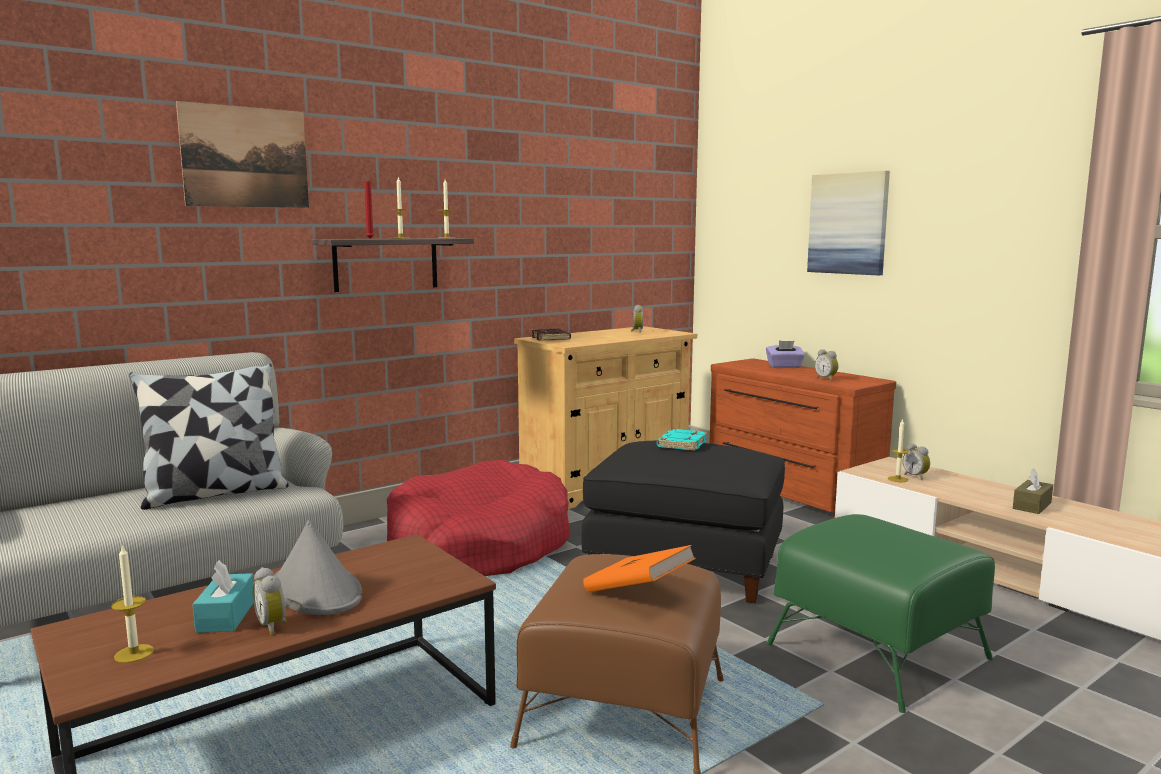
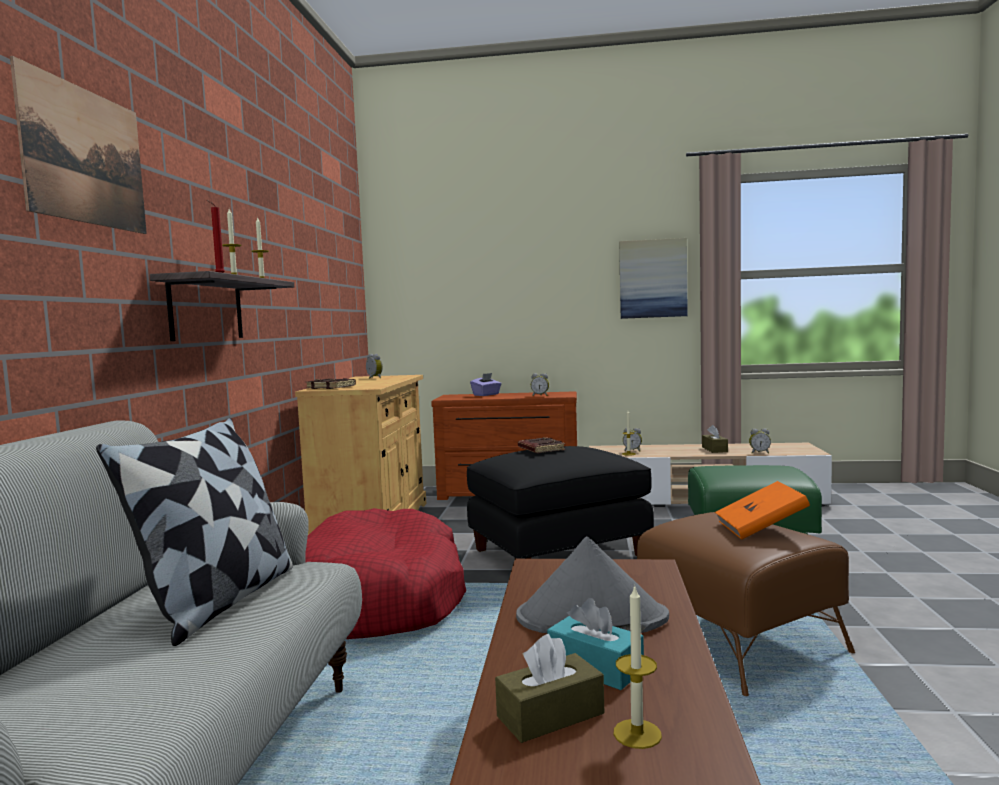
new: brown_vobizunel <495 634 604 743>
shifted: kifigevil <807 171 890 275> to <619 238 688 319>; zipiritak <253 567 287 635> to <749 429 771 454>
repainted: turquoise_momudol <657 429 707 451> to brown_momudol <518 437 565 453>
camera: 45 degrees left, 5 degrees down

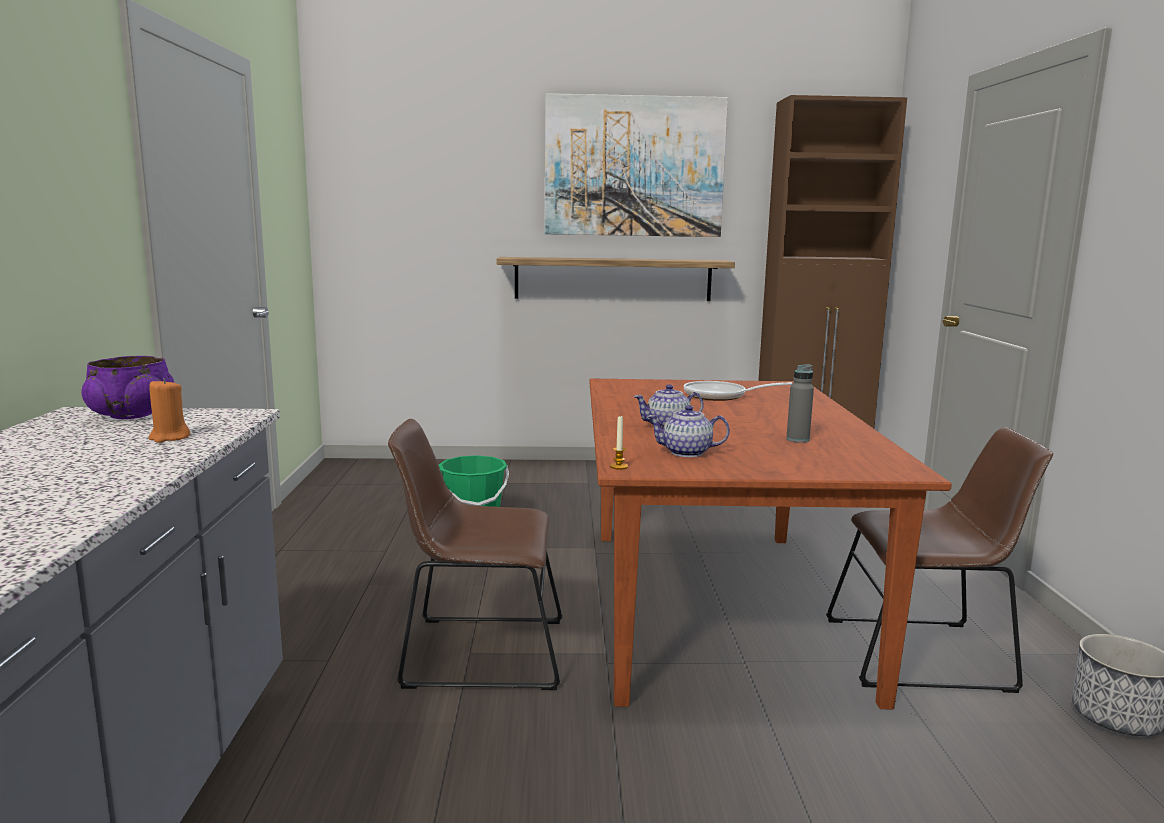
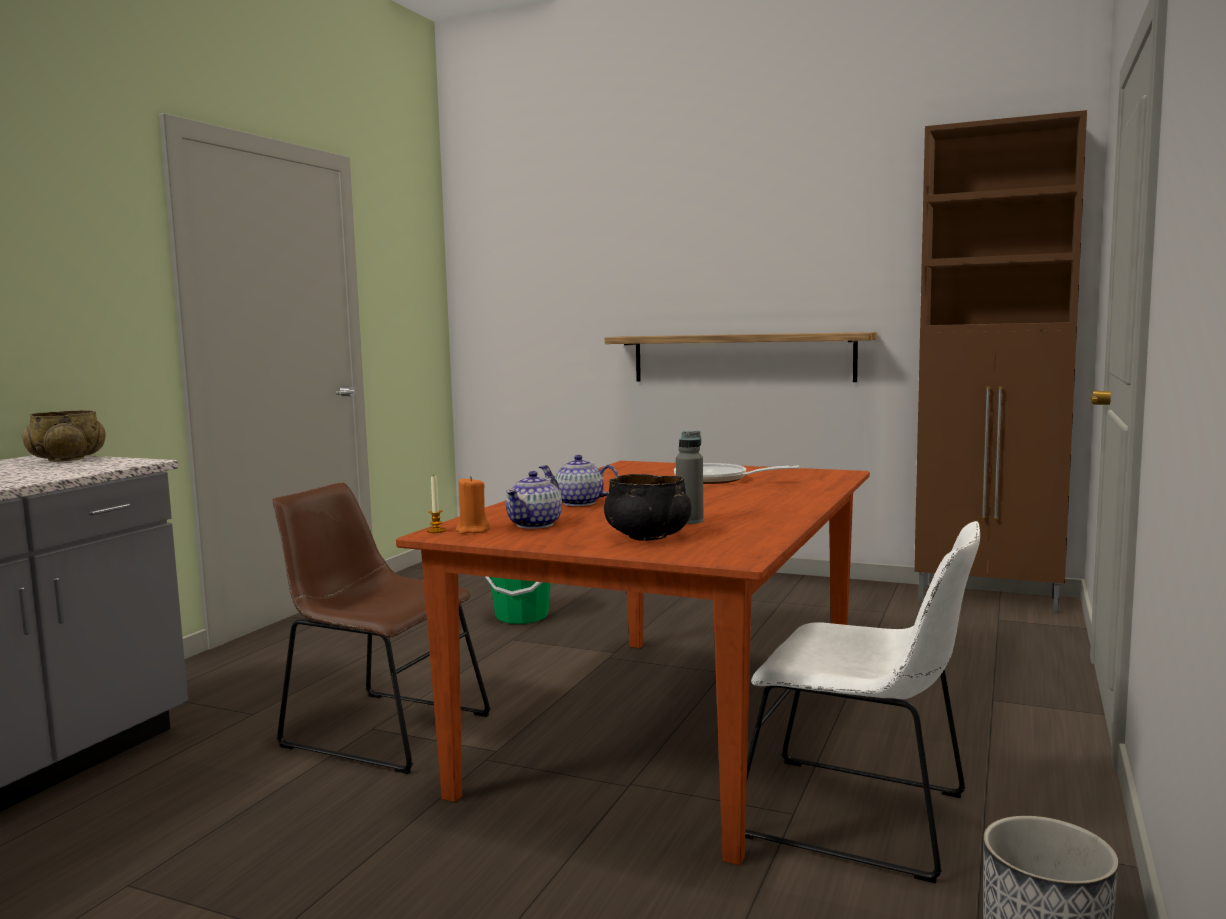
gone: kifigevil <545 93 728 237>
new: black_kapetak <604 474 692 541>
shifted: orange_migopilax <149 378 191 443> to <456 476 490 534>
repainted: purple_kapetak <81 356 174 419> to beige_kapetak <22 410 105 462>; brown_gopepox <826 427 1053 693> to white_gopepox <745 521 980 884>
rotated: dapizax <647 405 730 457> = <506 471 562 529> 90 degrees counterclockwise
camera: 25 degrees right, 5 degrees down

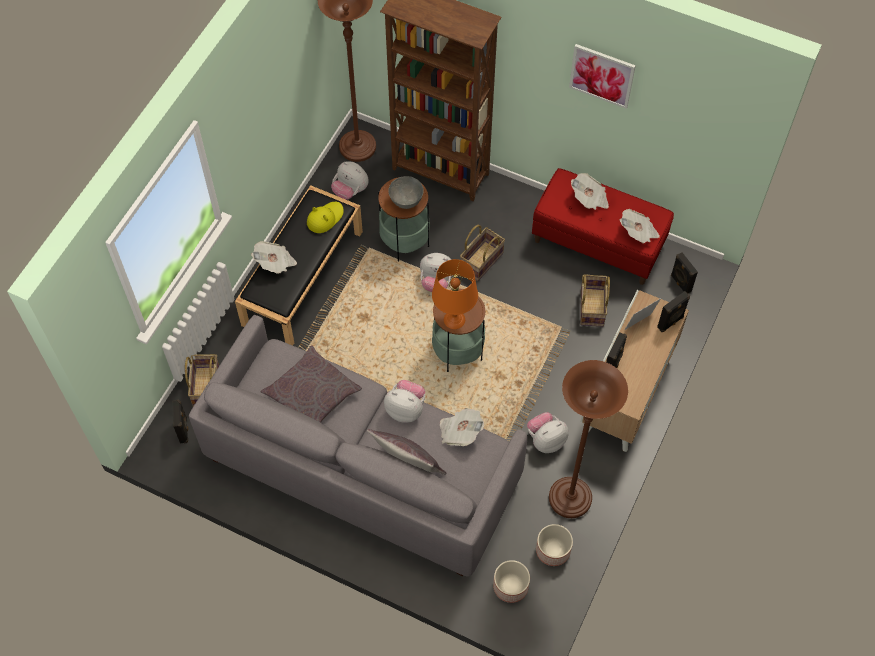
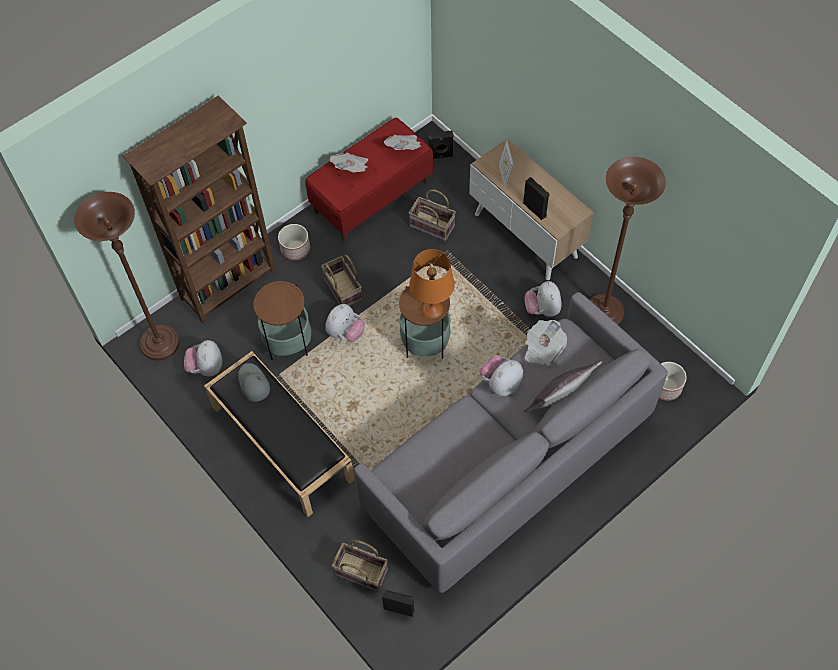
gone: kifigevil <569 44 636 109>; grey_kapetak <388 176 424 209>; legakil <251 241 297 274>; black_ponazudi <657 291 690 332>; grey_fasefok <260 345 362 423>
shifted: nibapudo <536 524 573 566> to <278 224 310 260>
repainted: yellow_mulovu <307 202 344 233> to grey_mulovu <238 363 270 402>
rotated: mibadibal <331 161 369 200> = <184 340 222 376> 120 degrees clockwise
camera: 65 degrees left, 0 degrees up

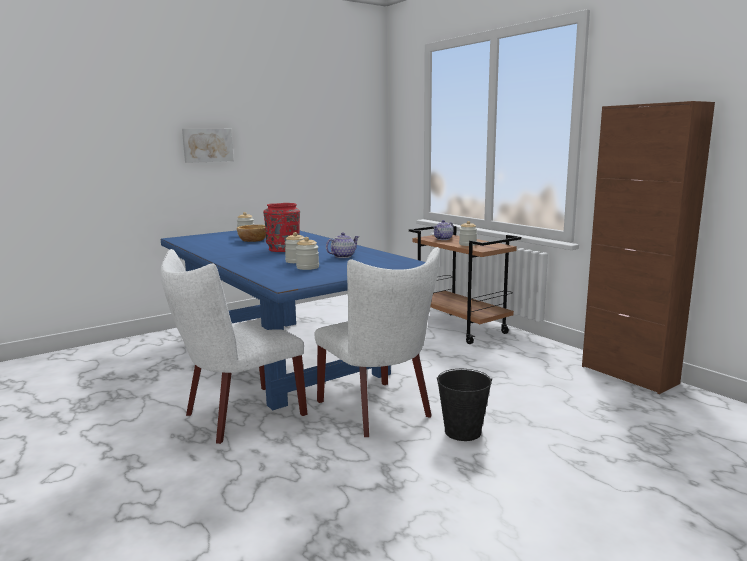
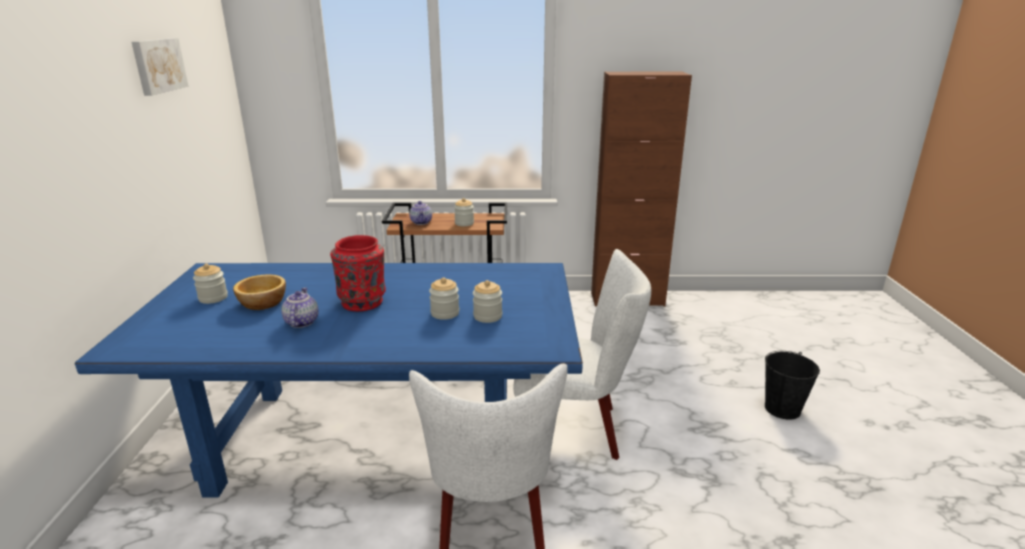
shifted: kifigevil <182 129 234 163> to <131 38 189 96>; dapizax <326 232 359 258> to <281 288 319 328>; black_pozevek <436 369 492 441> to <765 351 820 420>
camera: 55 degrees left, 10 degrees up

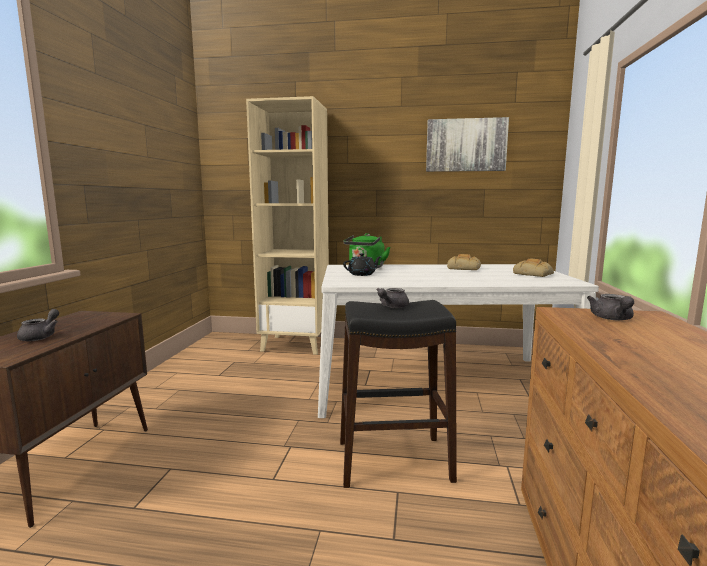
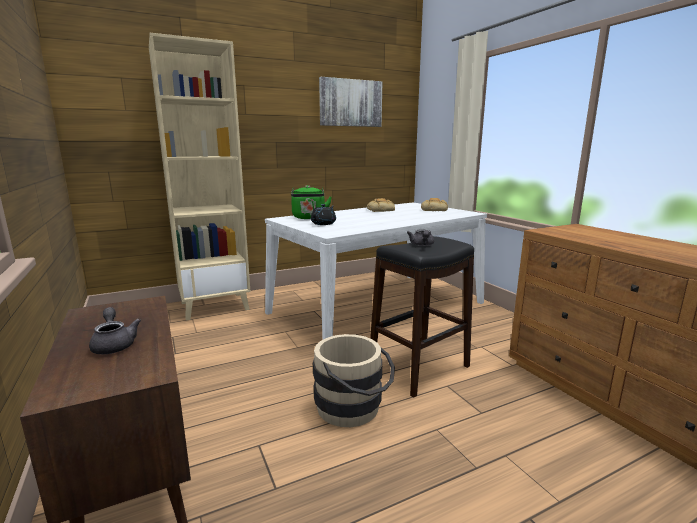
gone: grey_dapizax <587 294 634 320>
new: beige_pozevek <313 334 395 427>
camera: 35 degrees left, 5 degrees up

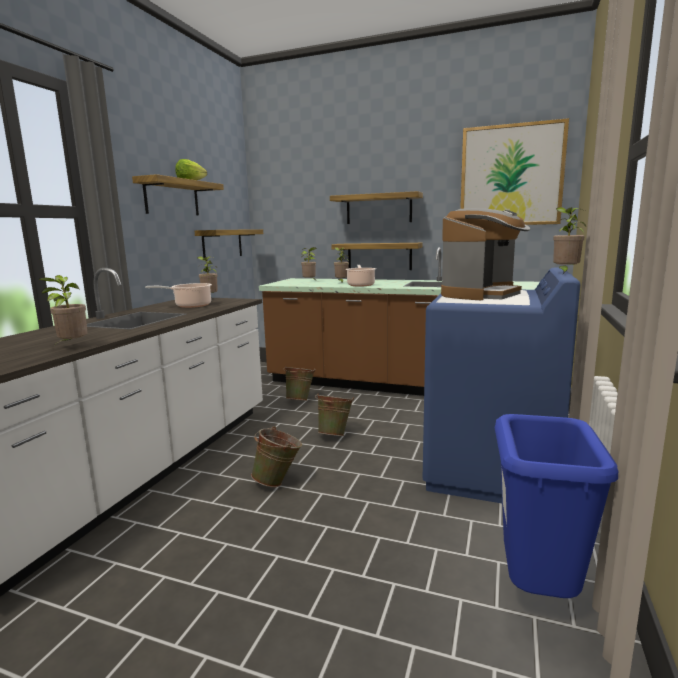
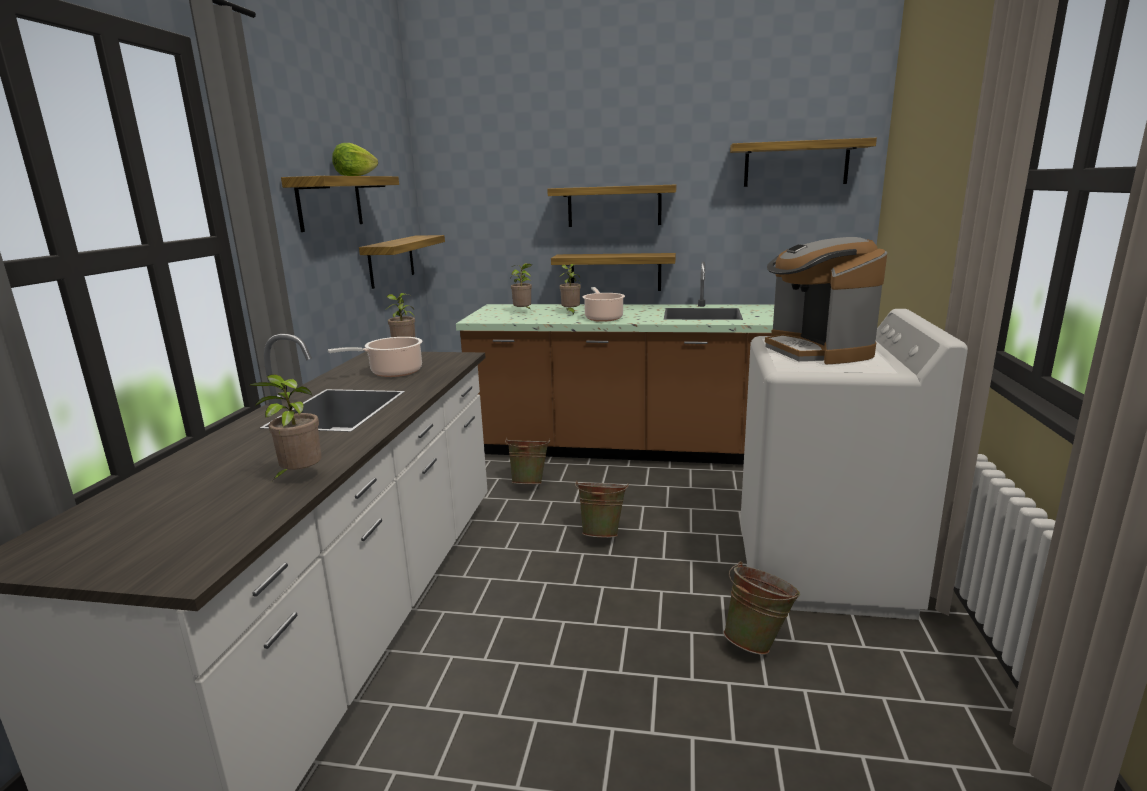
gone: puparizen <553 207 586 274>; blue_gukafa <495 414 618 598>
shifted: green_pozevek <251 426 302 487> to <723 561 800 655>
swapped: kifigevil <460 118 569 225> to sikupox <730 138 877 187>
repainted: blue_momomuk <423 268 580 503> to white_momomuk <740 309 968 620>
rotated: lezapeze <441 208 530 300> = <765 237 887 364> 135 degrees clockwise
camera: 10 degrees left, 5 degrees up

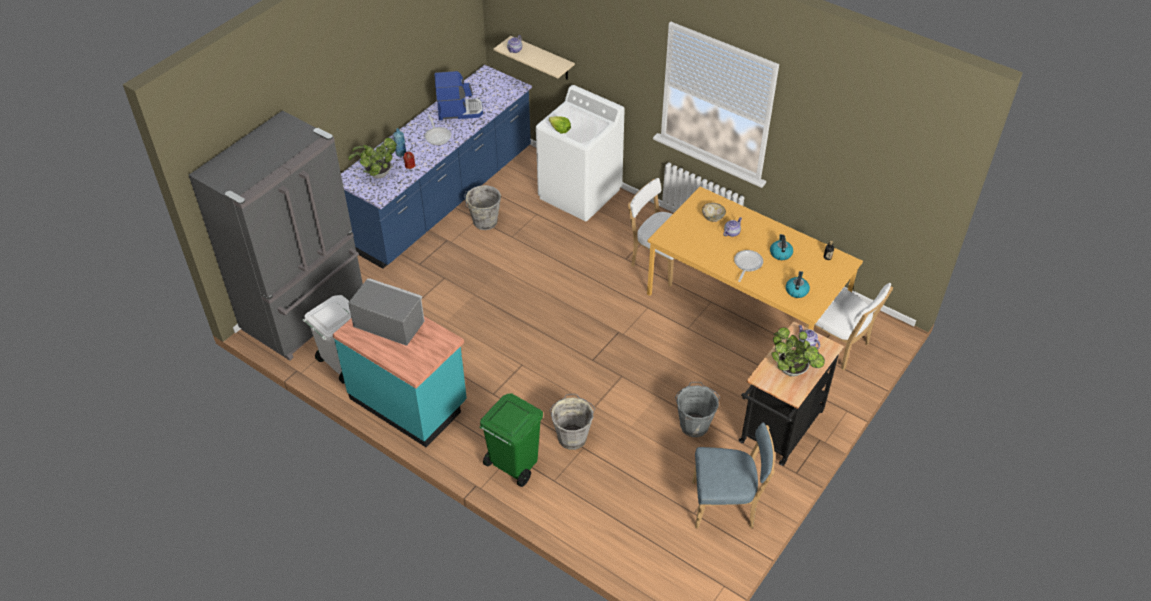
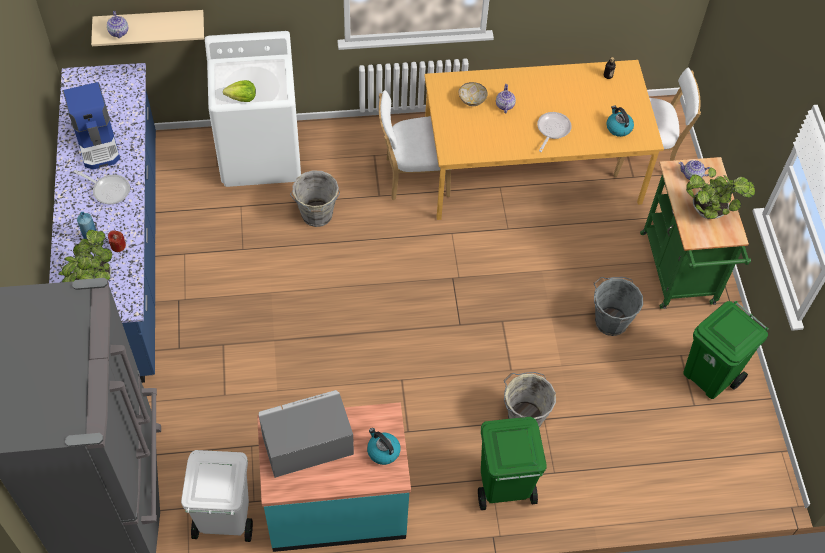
shifted: grey_pozevek <464 185 501 230> to <290 170 340 227>; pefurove <770 234 793 260> to <367 428 401 465>
swapped: blue_gopepox <692 422 775 528> to green_gukafa <683 301 769 399>
repainted: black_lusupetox <739 321 844 466> to green_lusupetox <640 157 751 309>
rotated: lezapeze <435 71 483 120> = <63 82 120 170> 120 degrees clockwise; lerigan <734 250 763 282> = <537 112 572 152> 45 degrees clockwise
camera: 45 degrees left, 10 degrees up

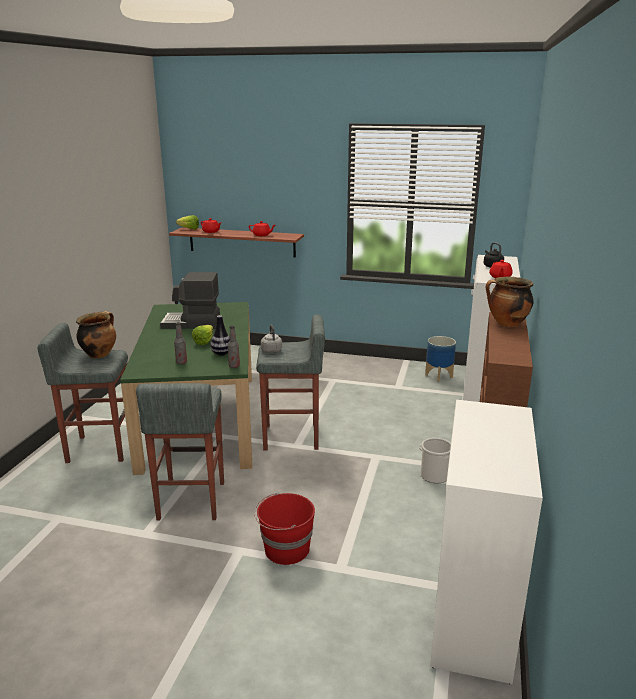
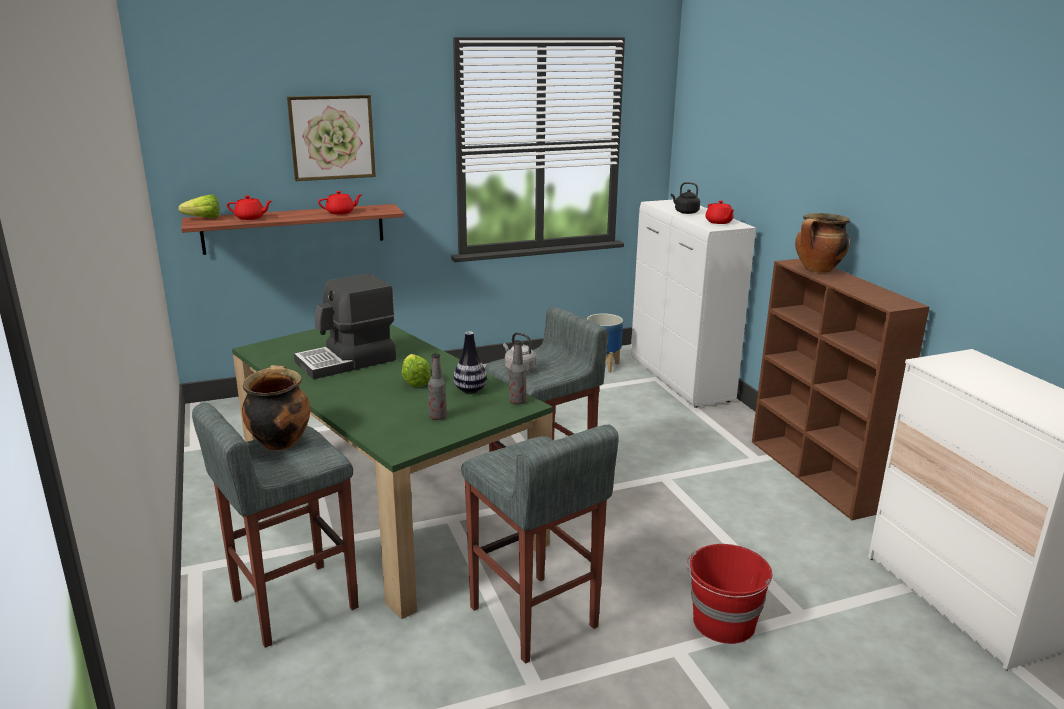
gone: pozevek <419 438 451 484>
new: kifigevil <287 95 376 181>
camera: 35 degrees left, 0 degrees up

